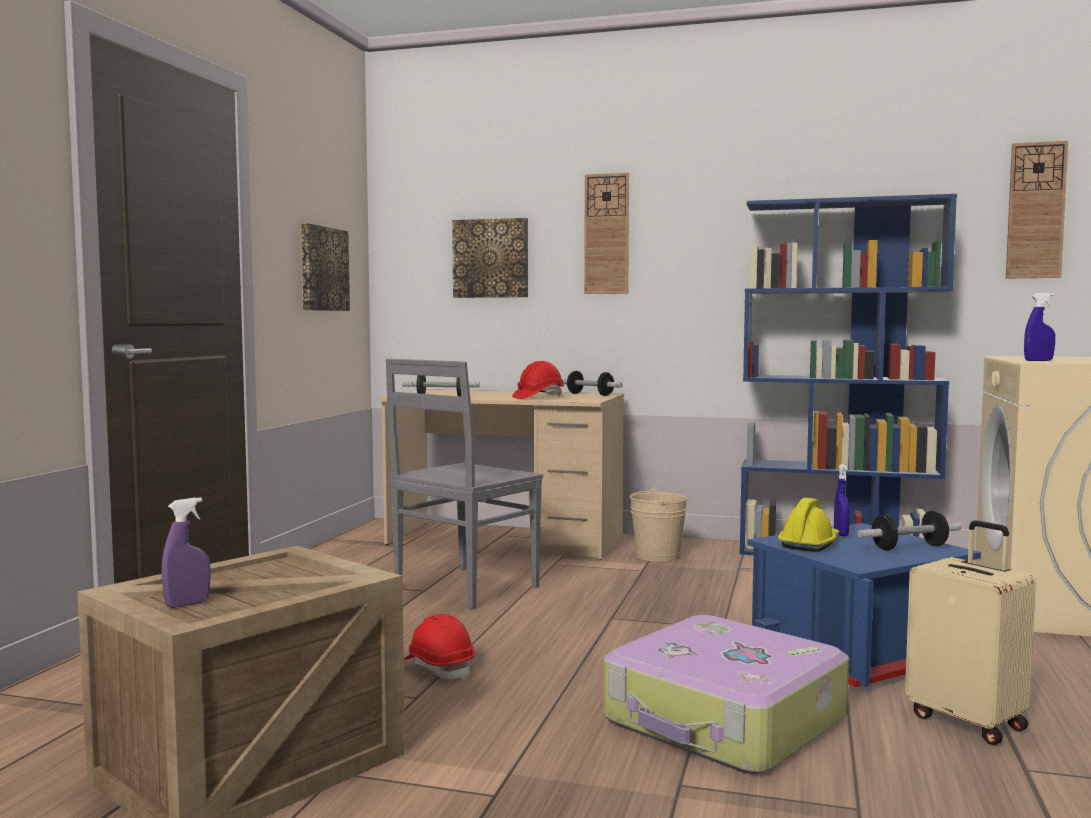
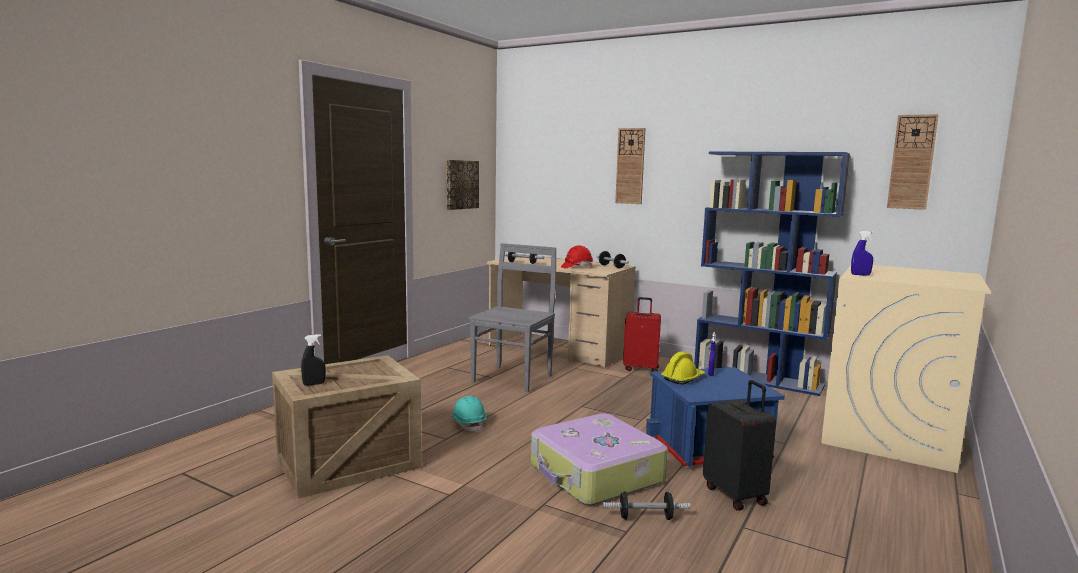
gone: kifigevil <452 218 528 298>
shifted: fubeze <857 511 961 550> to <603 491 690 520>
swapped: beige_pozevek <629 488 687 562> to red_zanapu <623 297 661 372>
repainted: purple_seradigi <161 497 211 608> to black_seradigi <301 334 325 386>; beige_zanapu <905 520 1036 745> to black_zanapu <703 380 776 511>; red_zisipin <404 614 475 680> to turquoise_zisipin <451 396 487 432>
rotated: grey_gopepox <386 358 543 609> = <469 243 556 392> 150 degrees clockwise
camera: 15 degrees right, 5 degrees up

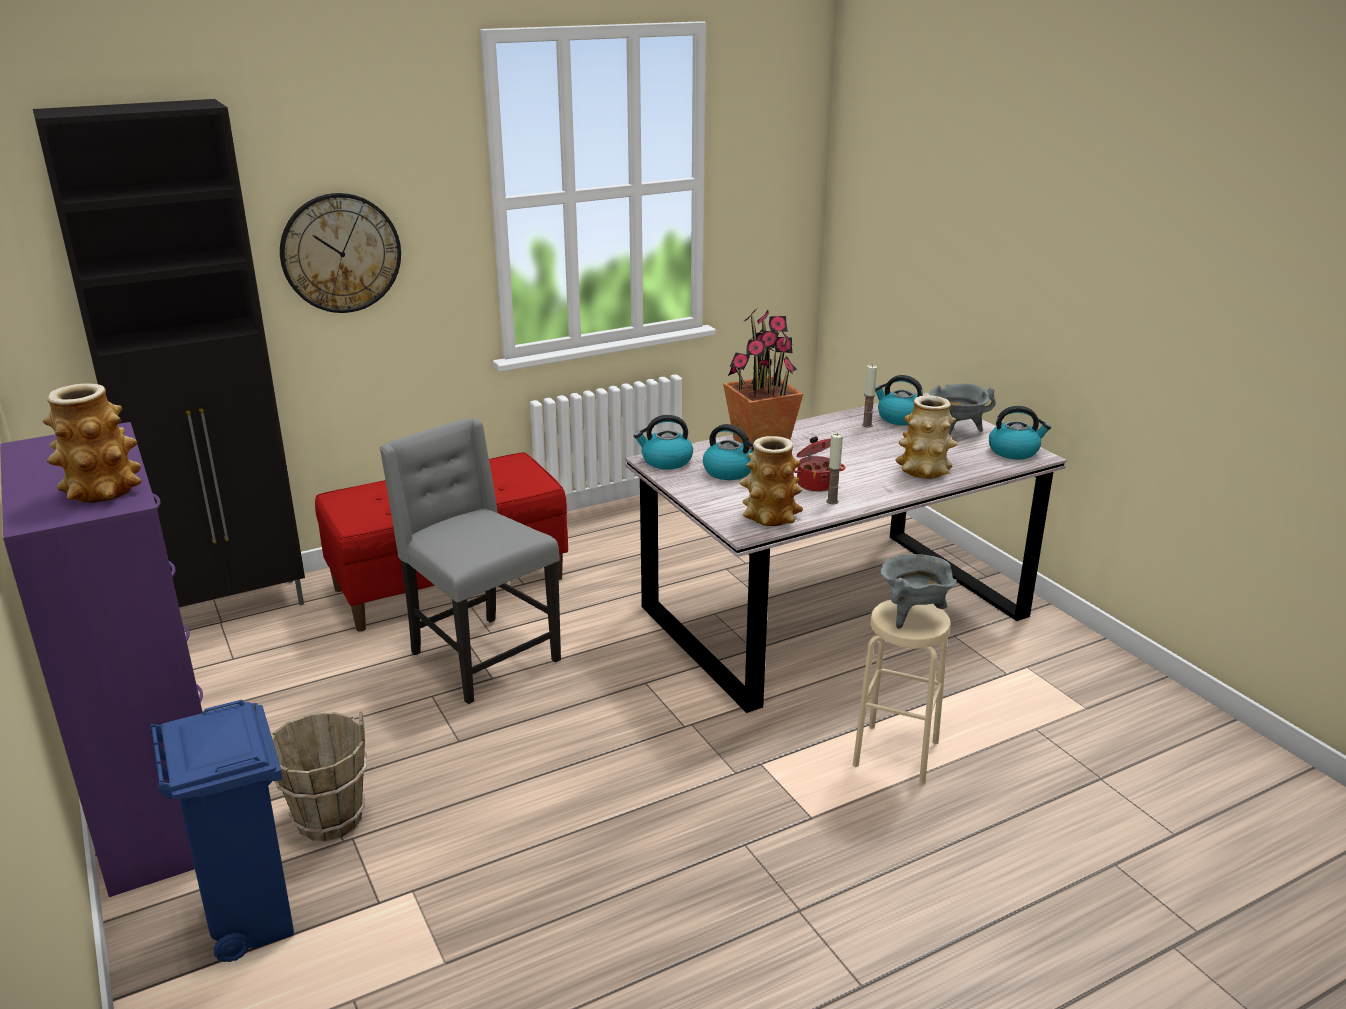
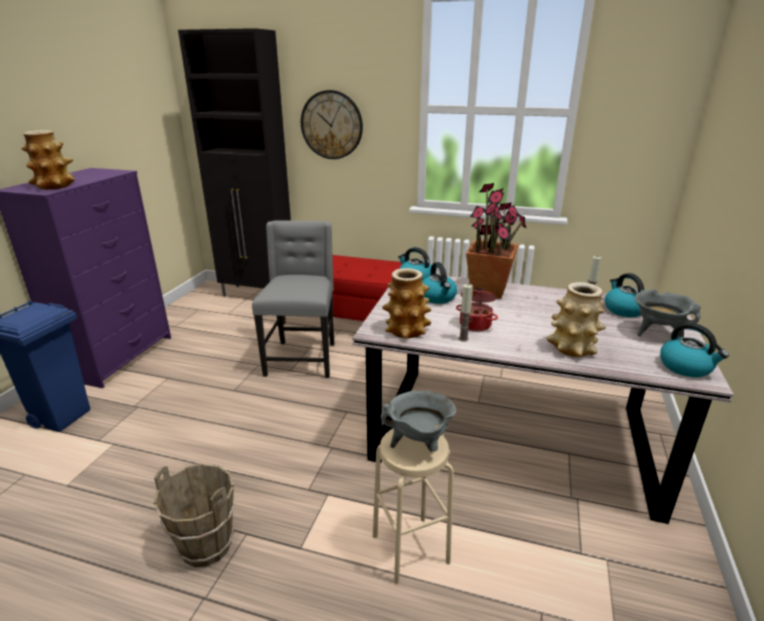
shifted: brown_pozevek <272 712 367 841> to <153 463 236 567>
camera: 45 degrees right, 0 degrees up

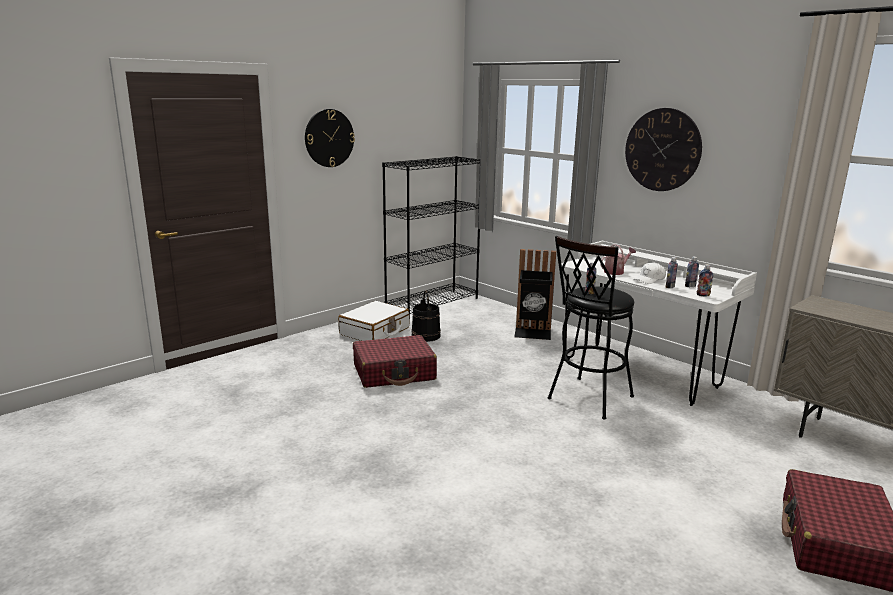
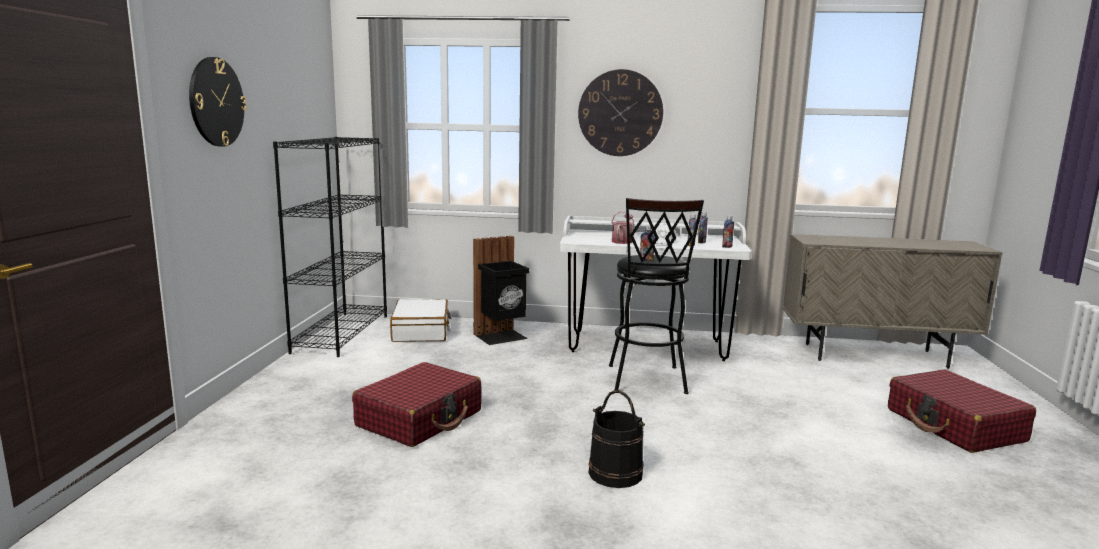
shifted: black_pozevek <411 291 441 342> to <588 390 645 488>; white_zanapu <338 301 409 341> to <390 299 451 342>
camera: 40 degrees left, 5 degrees down

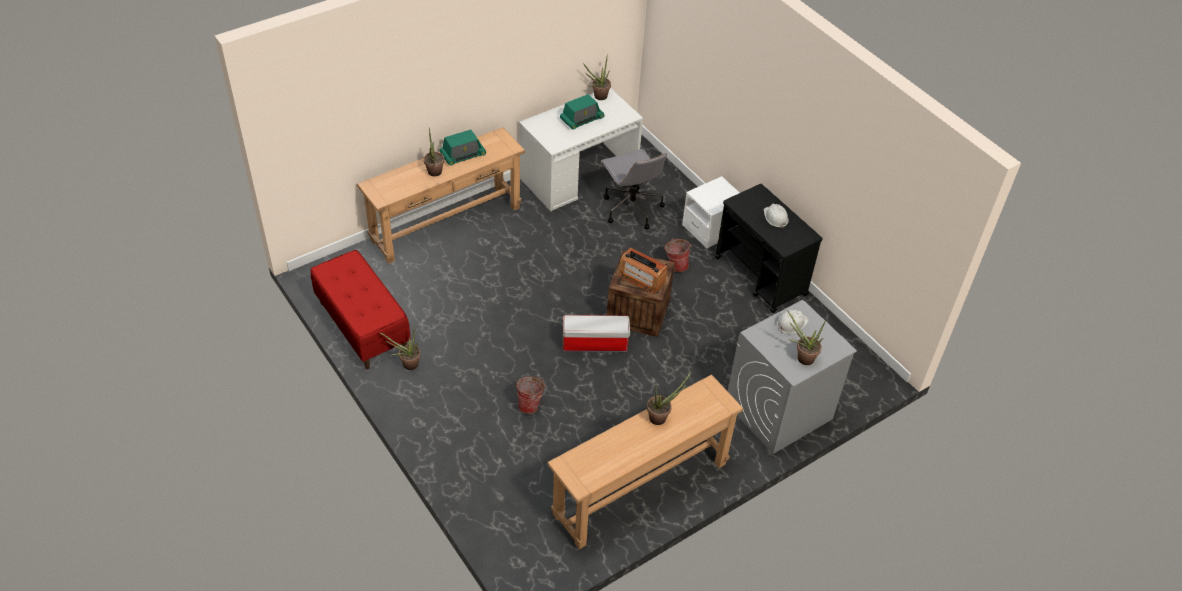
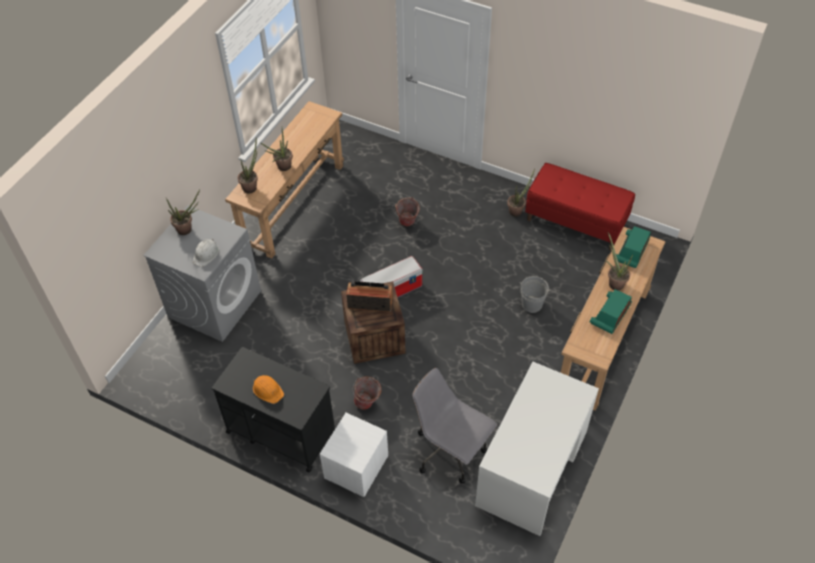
new: grey_pozevek <520 276 550 313>
shifted: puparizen <583 57 611 100> to <238 137 258 194>; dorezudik <560 94 605 130> to <616 226 651 268>
repainted: white_zisipin <764 204 789 228> to orange_zisipin <253 375 284 404>
camera: 155 degrees right, 5 degrees up

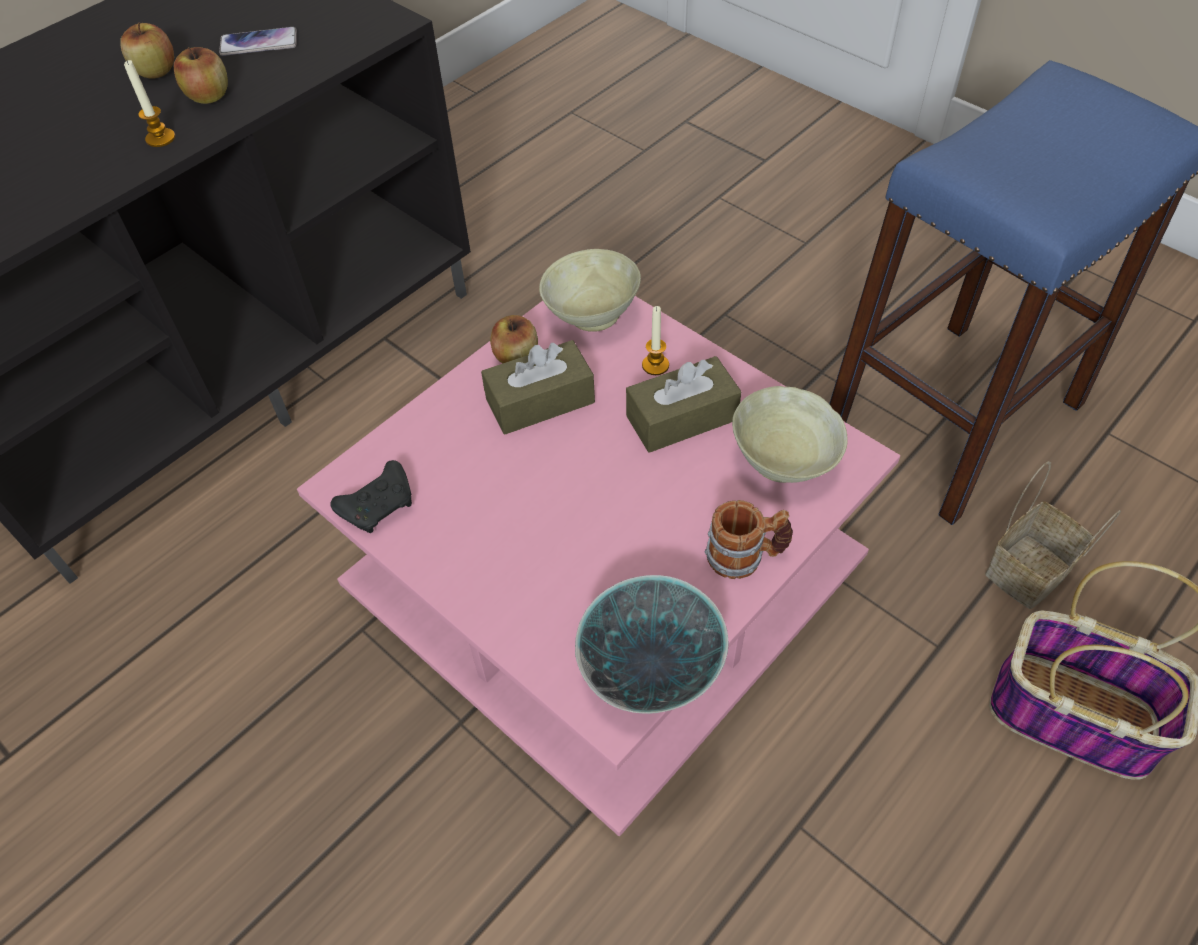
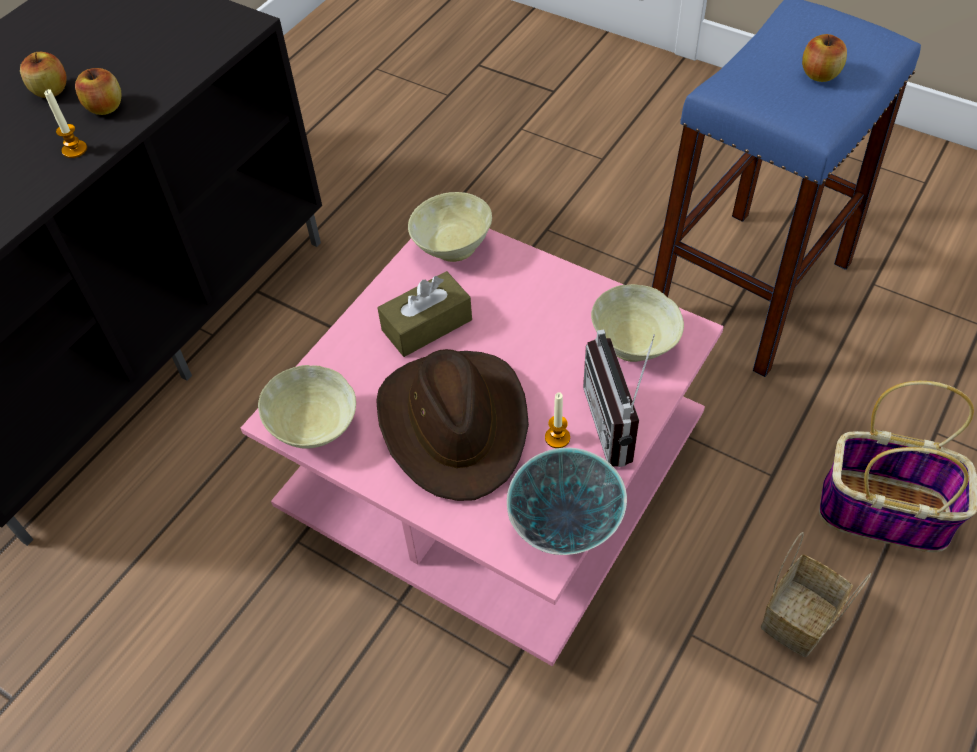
gone: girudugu <219 27 297 56>; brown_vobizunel <626 356 742 453>
new: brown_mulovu <376 349 529 501>
shifted: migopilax <642 306 669 375> to <545 393 570 448>; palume <490 315 538 364> to <802 34 847 82>; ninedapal <985 461 1121 609> to <761 532 871 657>
swapped: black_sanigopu <330 460 412 533> to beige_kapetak <258 365 356 449>; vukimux <705 500 793 579> to dorezudik <583 329 655 467>
camera: 10 degrees left, 0 degrees up

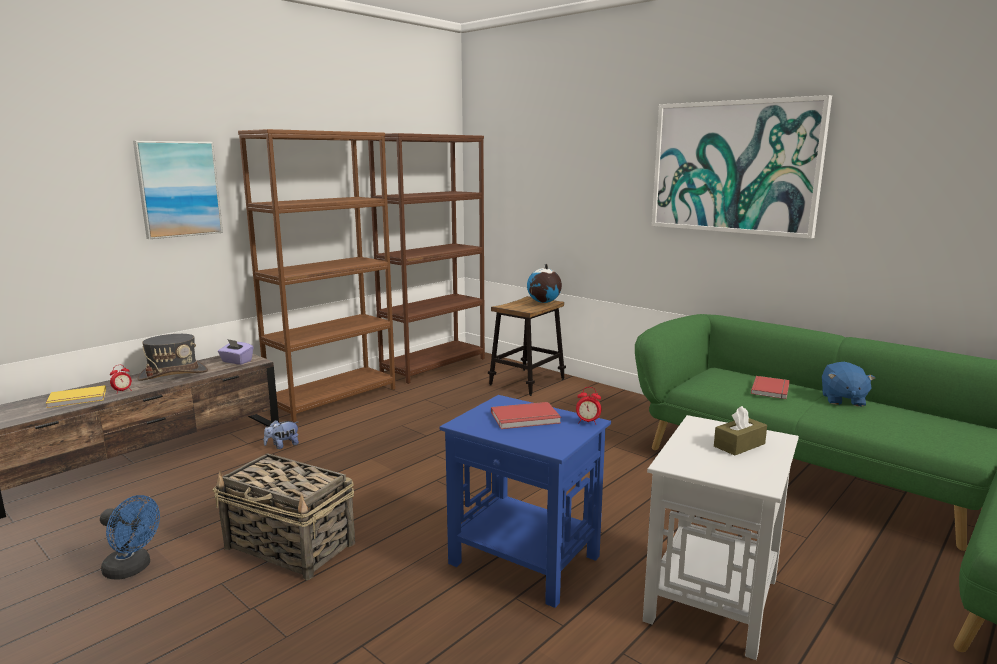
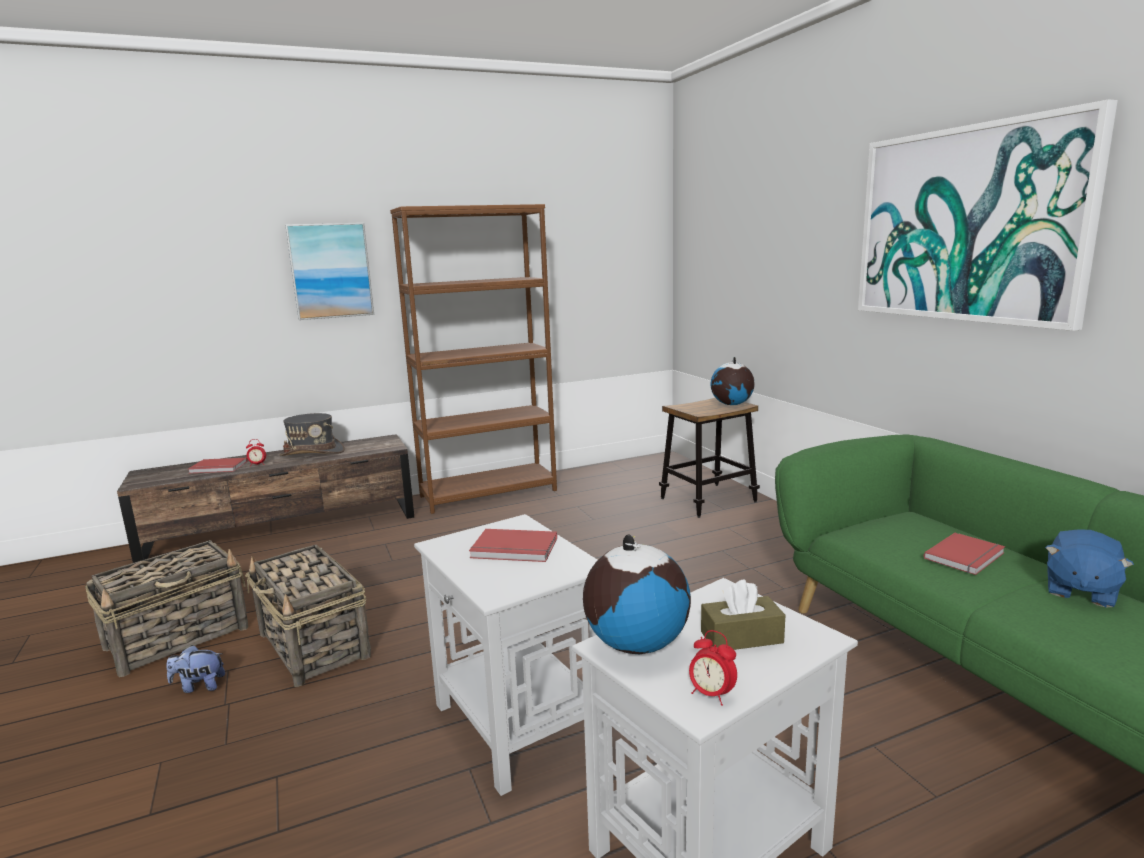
gone: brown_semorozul <368 133 485 384>; purple_vobizunel <218 339 253 365>
new: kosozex <583 535 691 654>
shifted: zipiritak <576 387 601 425> to <689 630 737 706>; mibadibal <264 420 299 449> to <166 645 225 693>
swapped: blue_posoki <100 495 160 580> to ninedapal <85 540 249 677>
repainted: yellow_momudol <46 385 106 408> to red_momudol <188 458 247 473>; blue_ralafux <439 395 611 608> to white_ralafux <414 514 597 796>
camera: 25 degrees right, 0 degrees up

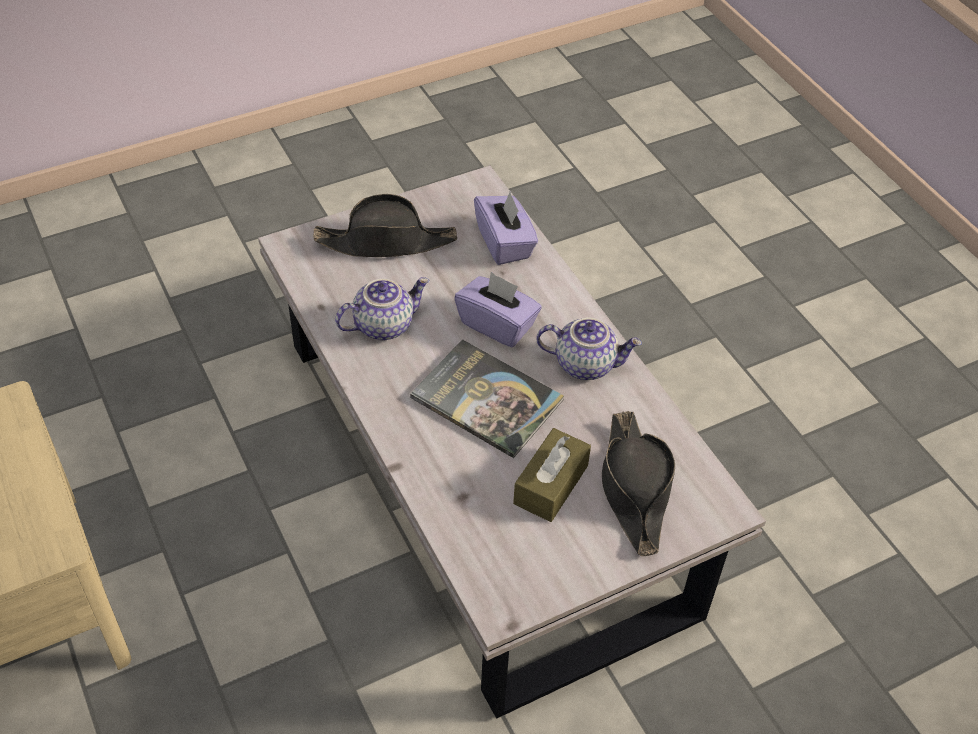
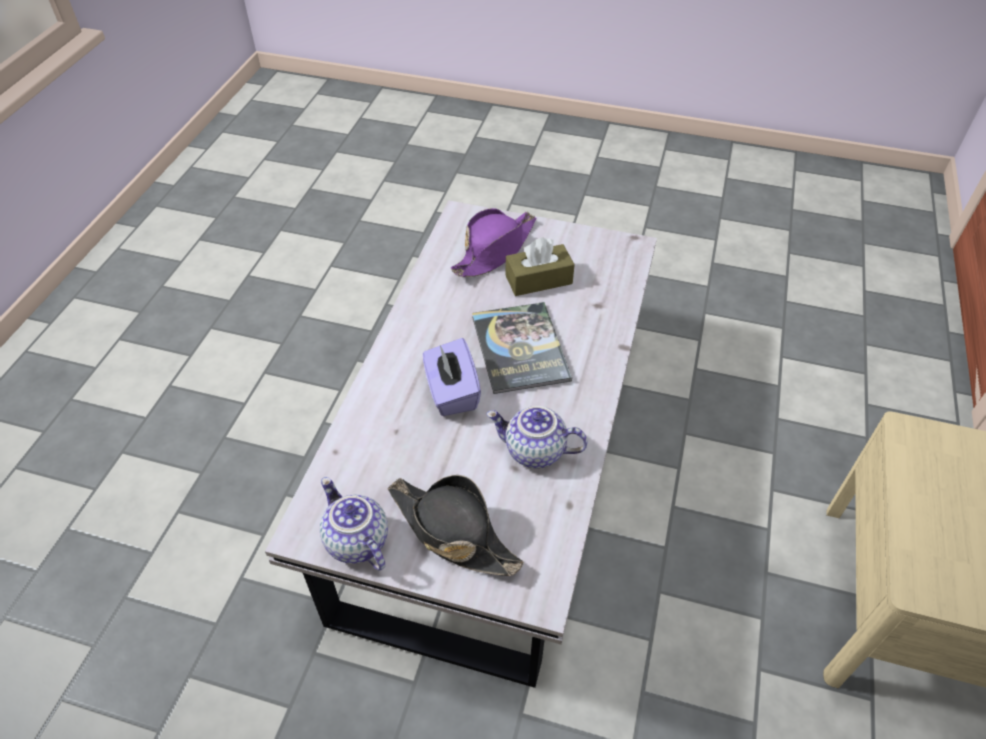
gone: purple_vobizunel <474 192 538 265>
shifted: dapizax <537 318 642 380> to <320 477 388 571>
repainted: black_mulovu <602 411 675 556> to purple_mulovu <451 208 536 277>
camera: 135 degrees left, 0 degrees up

